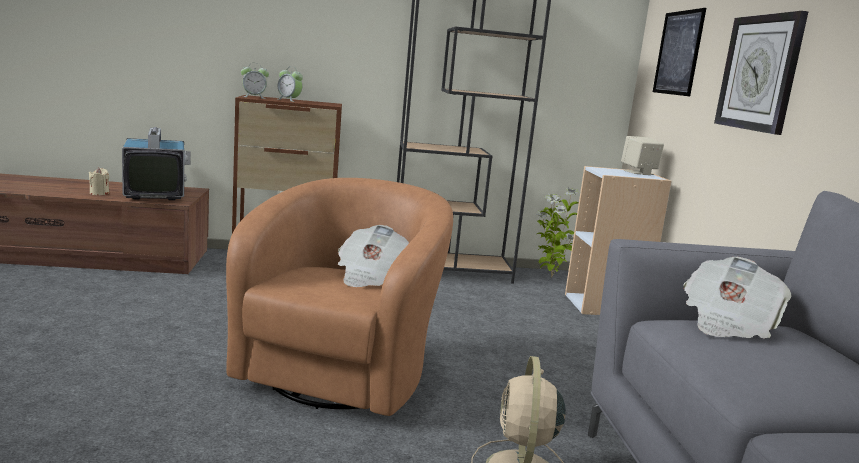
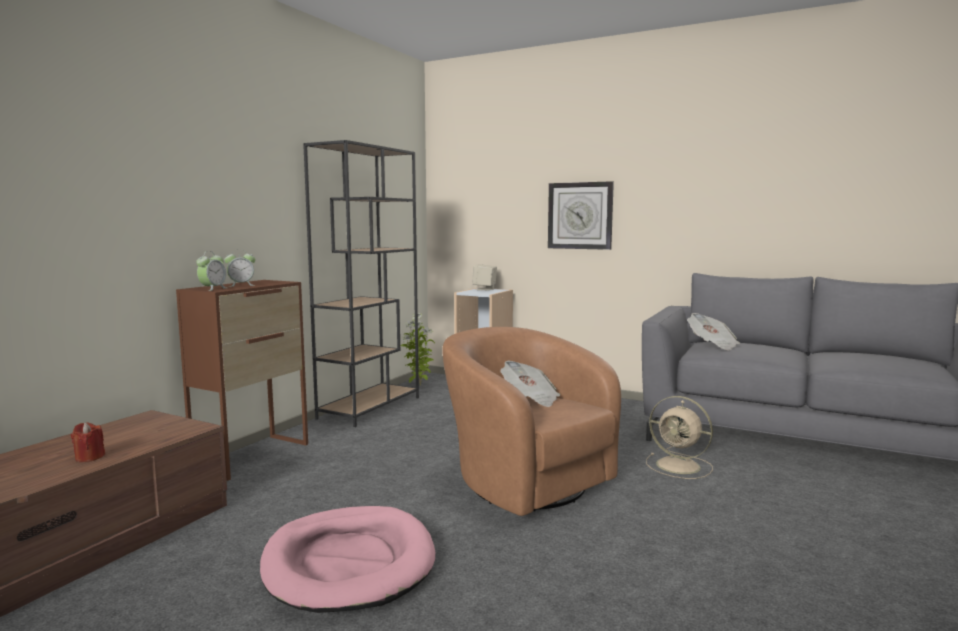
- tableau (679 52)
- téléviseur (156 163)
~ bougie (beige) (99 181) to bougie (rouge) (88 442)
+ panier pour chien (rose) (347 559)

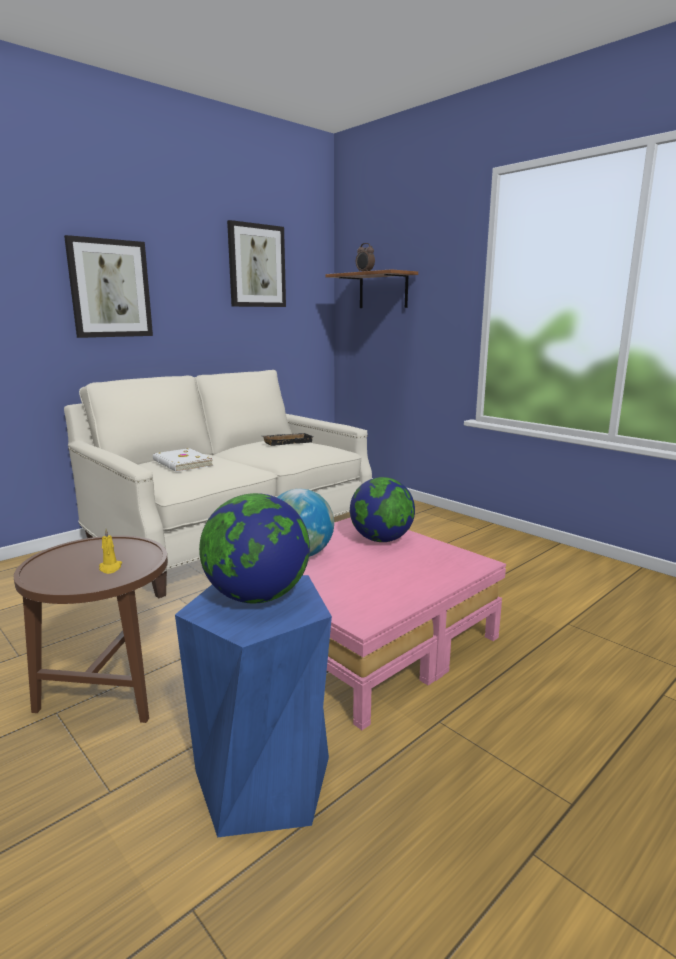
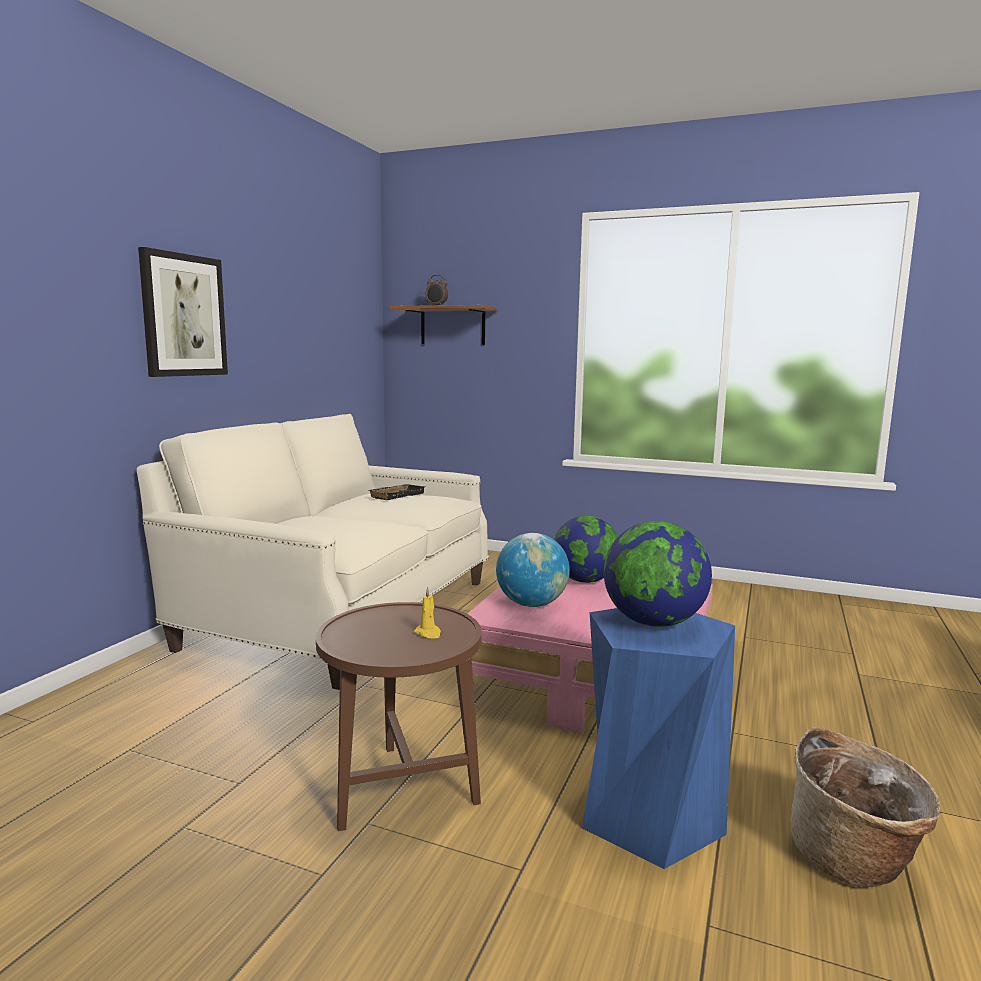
- tableau (256 263)
- livre (blanc) (183 460)
+ panier (865 807)

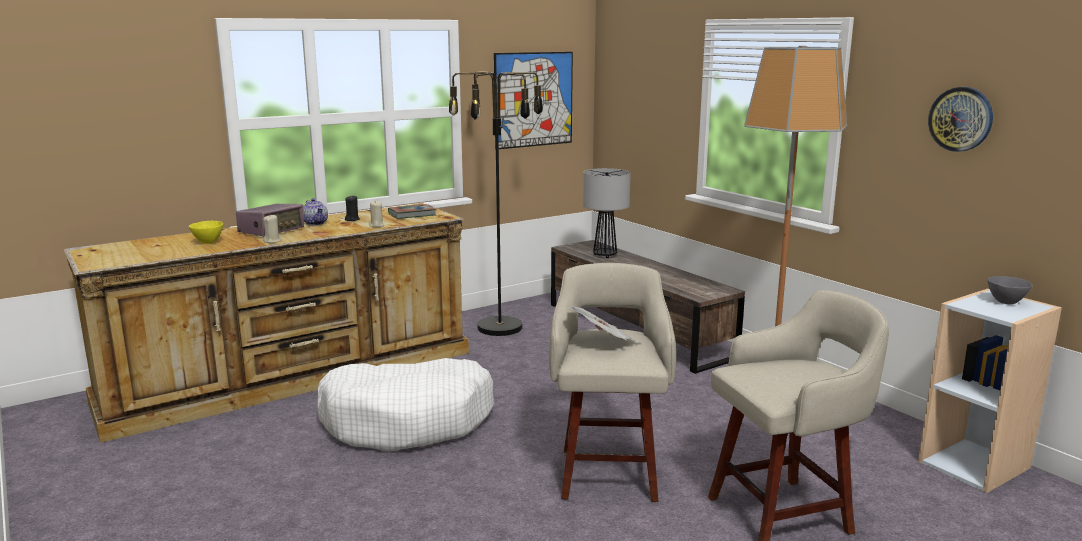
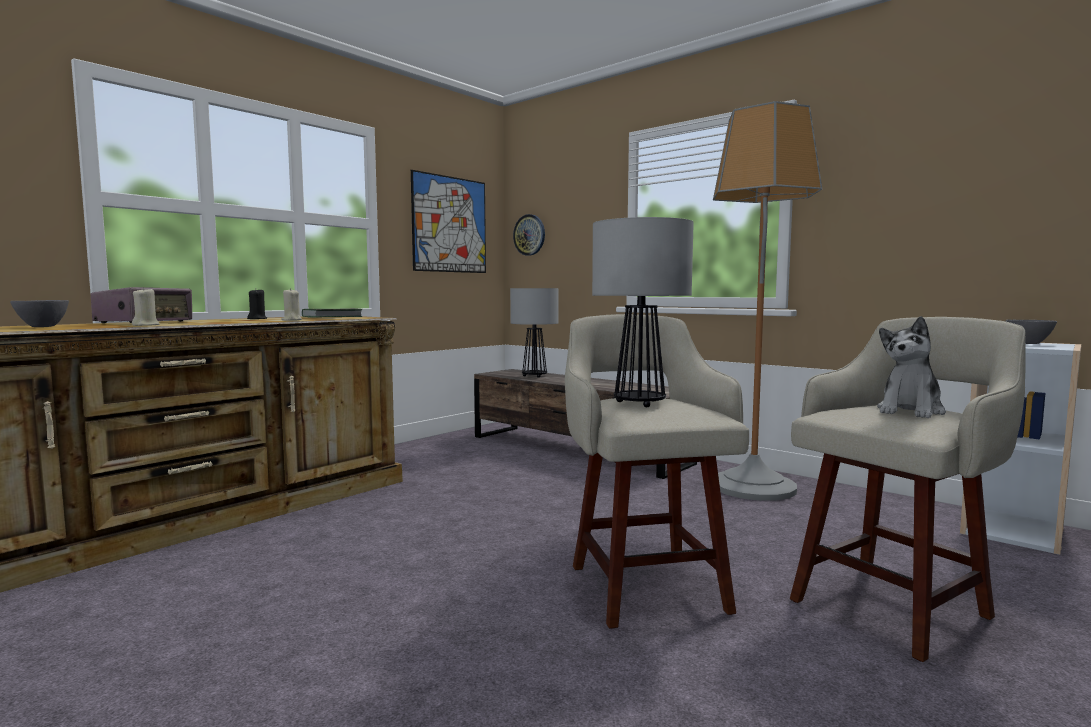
- lampadaire (496 203)
~ horloge murale (960 119) to (529 235)
- théière (315 211)
~ bol (jaune) (206 232) to bol (gris) (39 313)
~ journal (603 324) to lampe de table (643 312)
- panier pour chien (blanc) (405 405)
+ peluche (911 367)

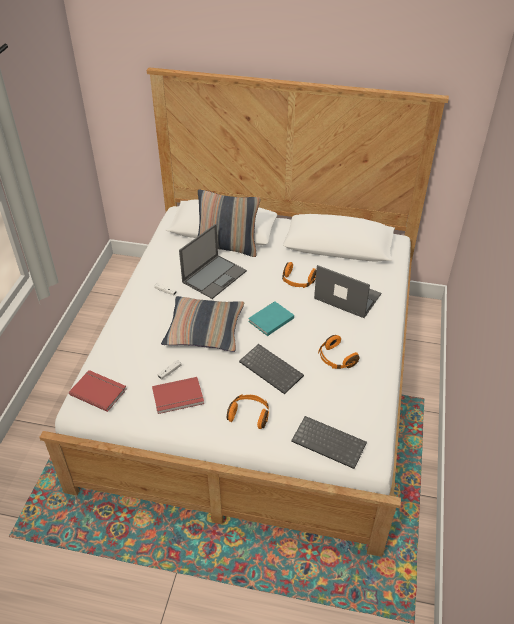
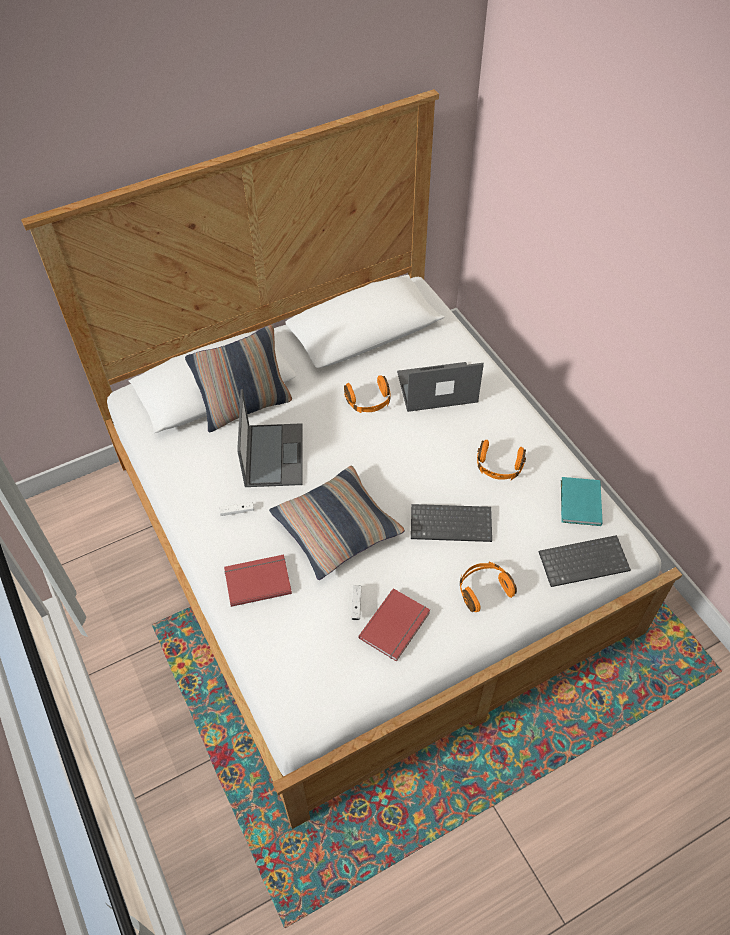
~ livre (turquoise) (271 318) to (582 501)
~ livre (rouge) (97 391) to (258 580)

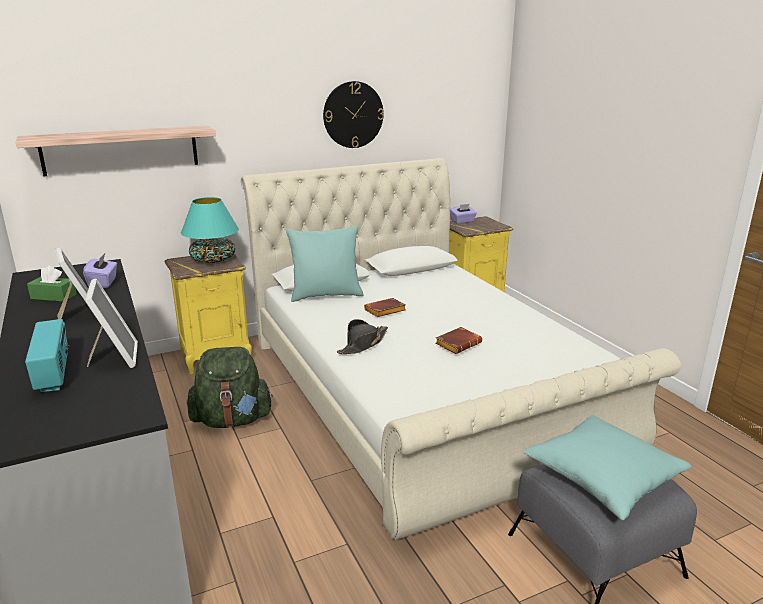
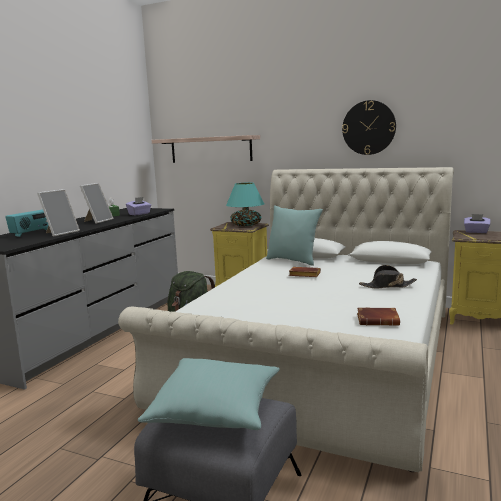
~ chapeau (noir) (362 336) to (388 277)
~ livre (marron) (458 340) to (378 317)

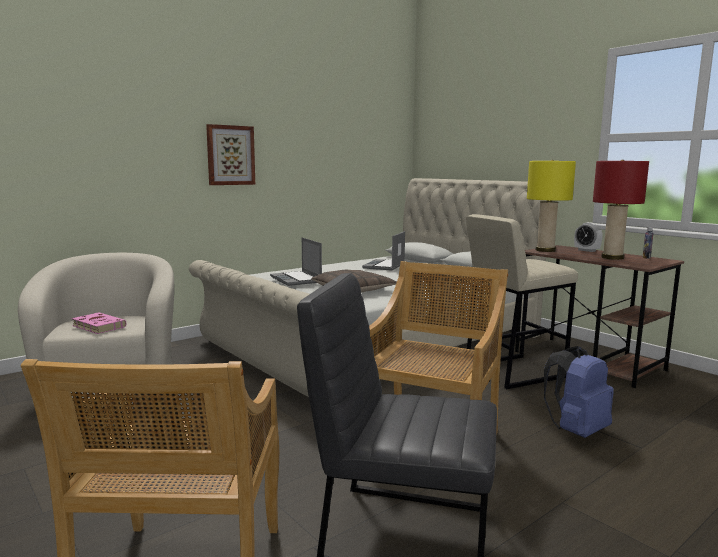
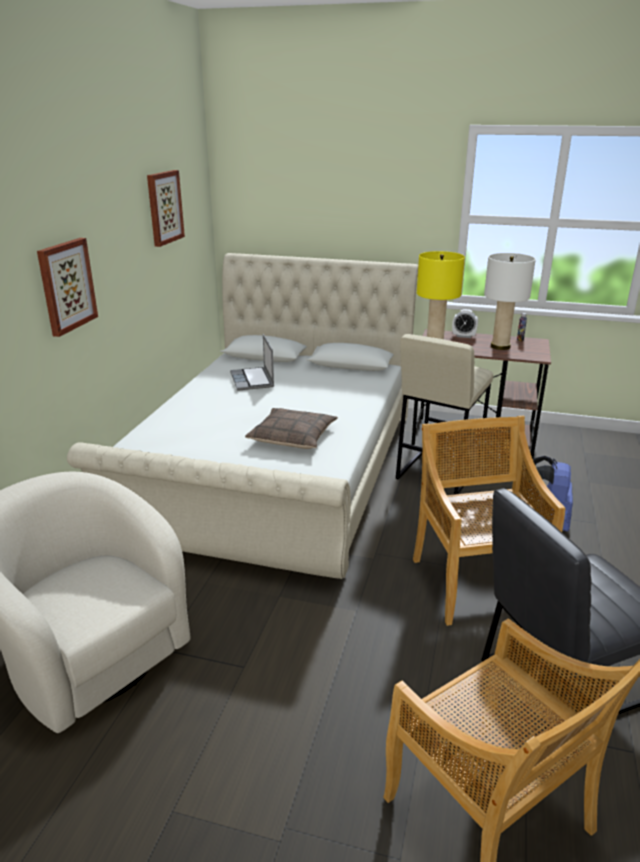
~ lampe de table (rouge) (621 210) to lampe de table (blanc) (510 301)
- ordinateur portable (296 262)
- livre (rose) (99 323)
+ tableau (166 208)

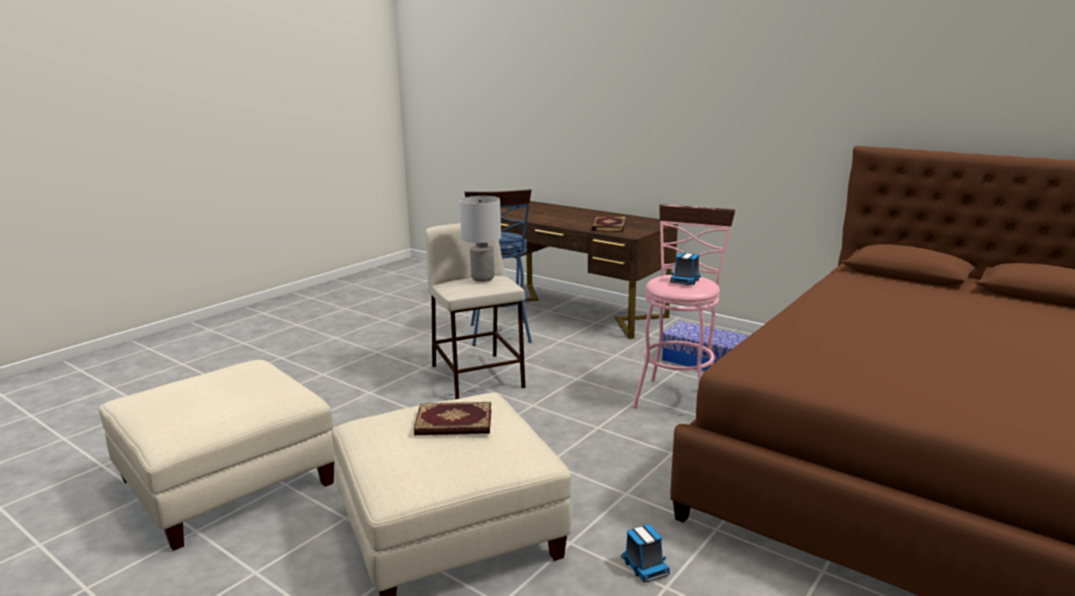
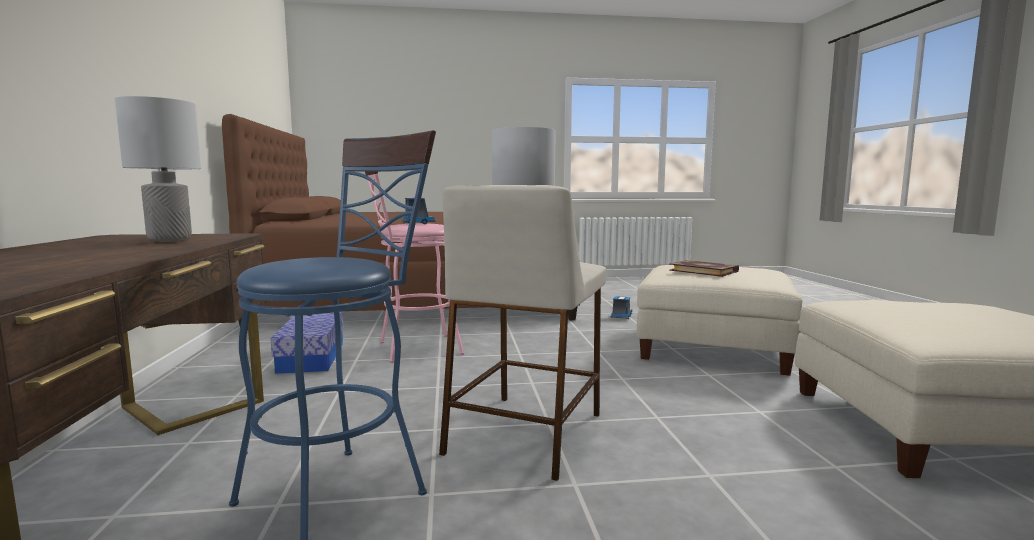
~ livre (608 224) to lampe de table (gris) (158 169)

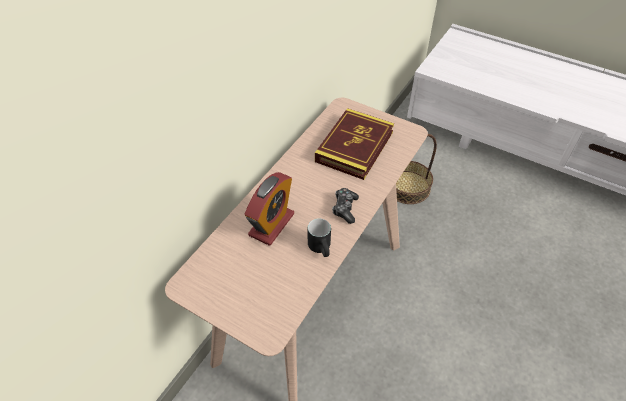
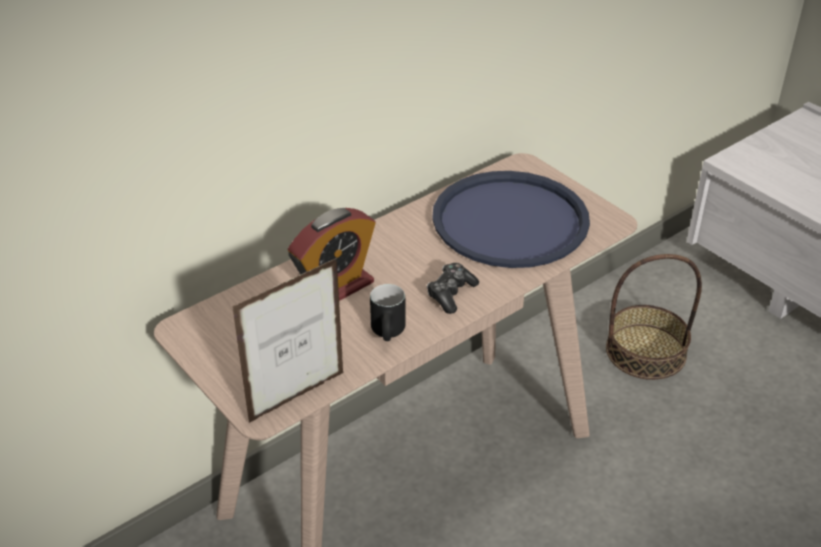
~ livre (354 144) to plateau (bleu) (511 219)
+ cadre photo (288 340)

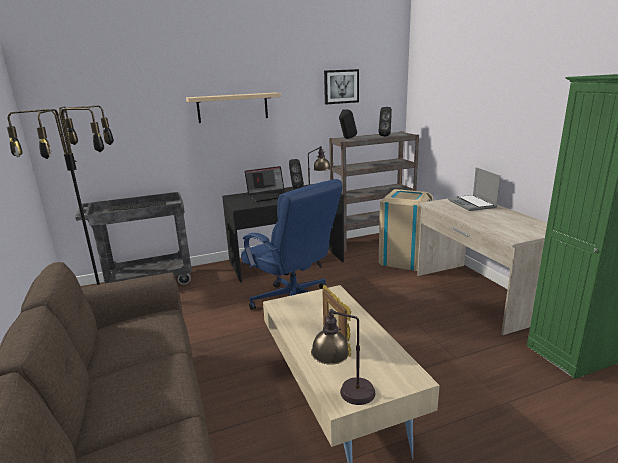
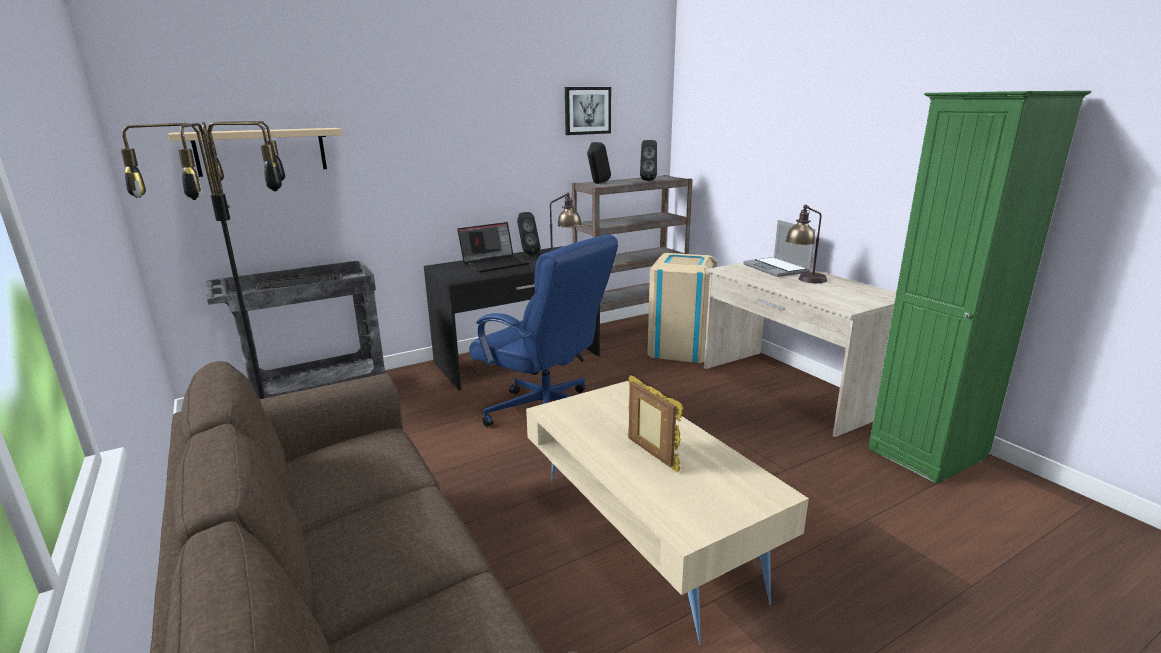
~ étagère (beige) (233 107) to (255 152)
~ lampe de table (343 357) to (806 244)

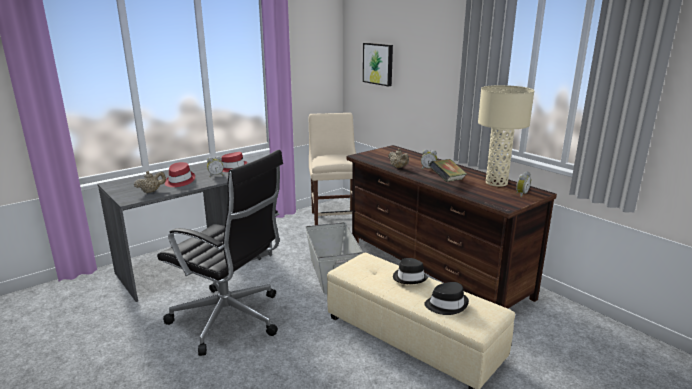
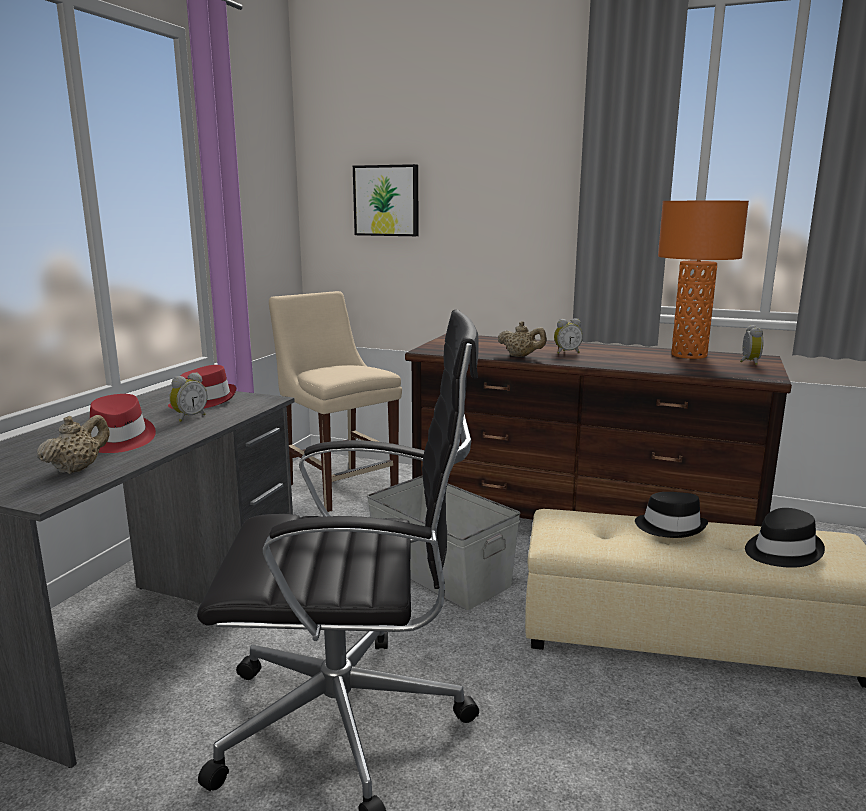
~ lampe de table (beige) (506 136) to lampe de table (orange) (703 280)
- livre (448 170)

